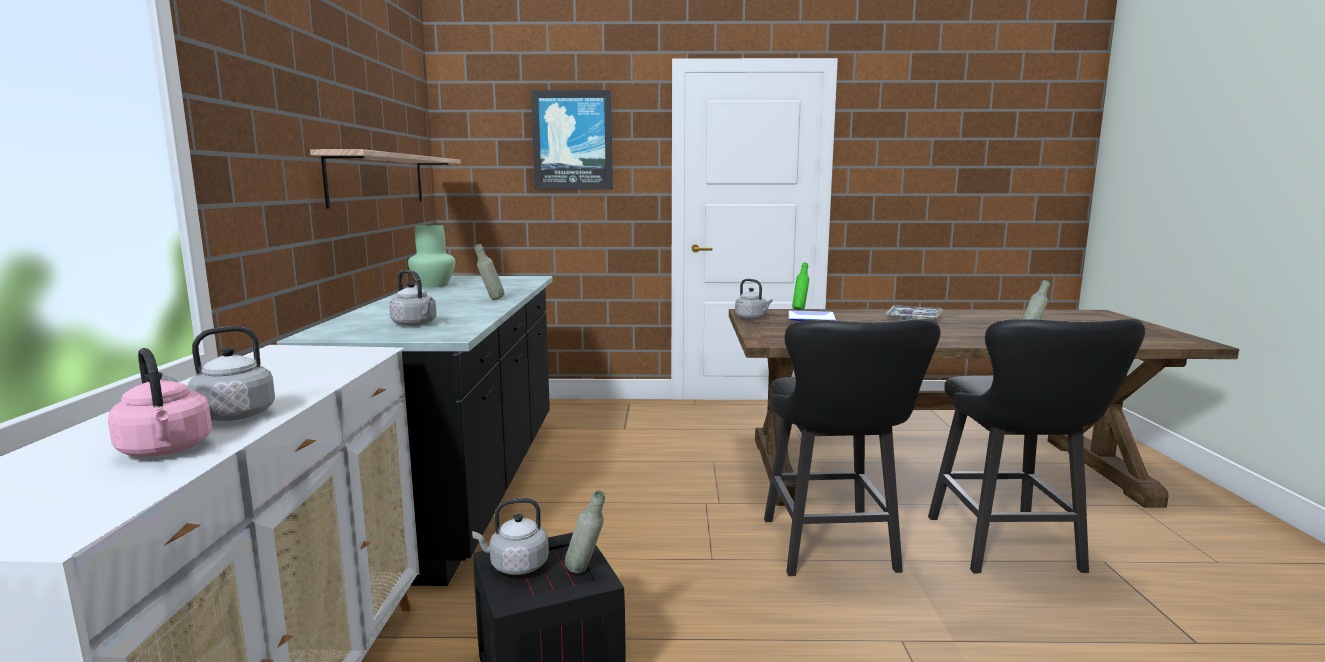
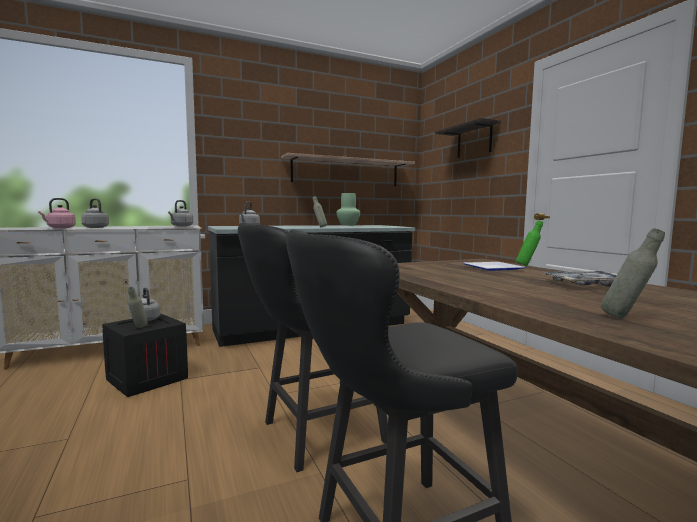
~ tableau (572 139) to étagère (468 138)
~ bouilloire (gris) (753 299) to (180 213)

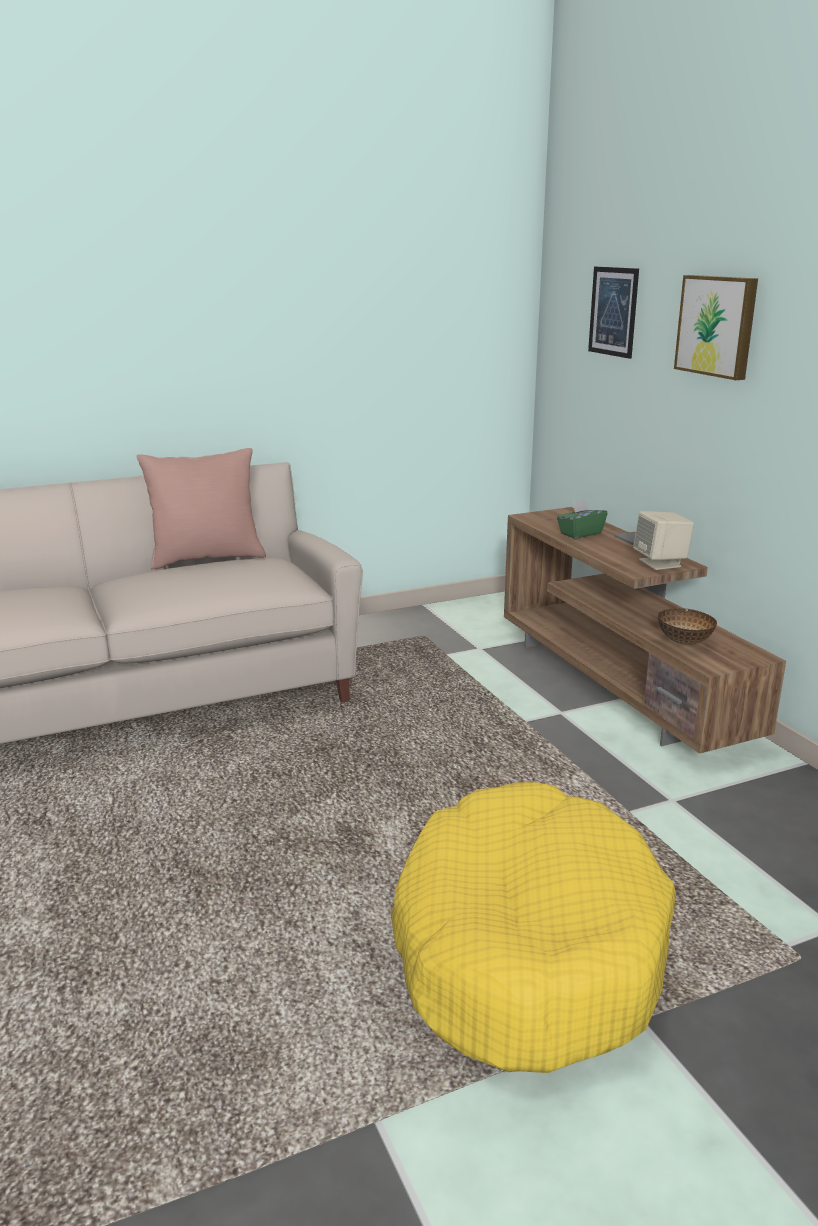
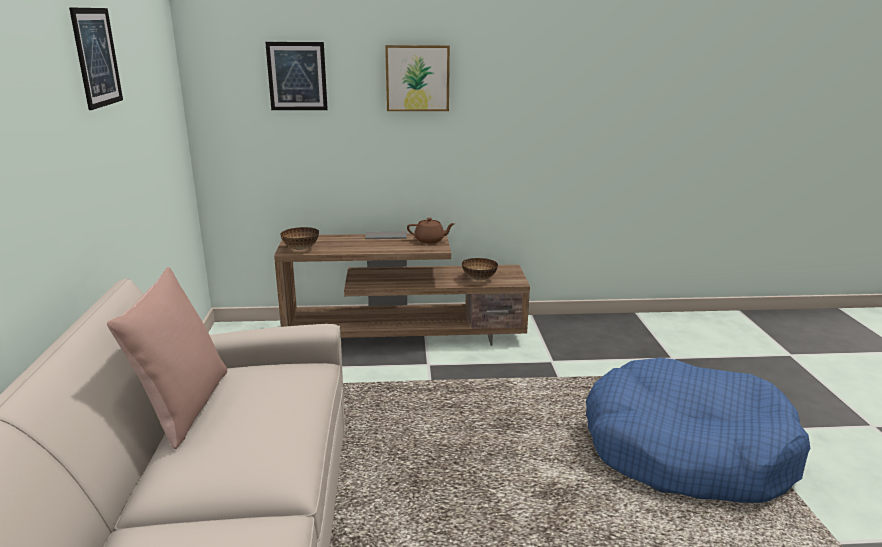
- boîte à mouchoirs (vert) (582 518)
~ enceinte (beige) (663 540) to théière (marron) (431 231)
~ panier pour chien (jaune) (533 927) to panier pour chien (bleu) (698 430)
+ tableau (96 58)
+ bol (299 238)

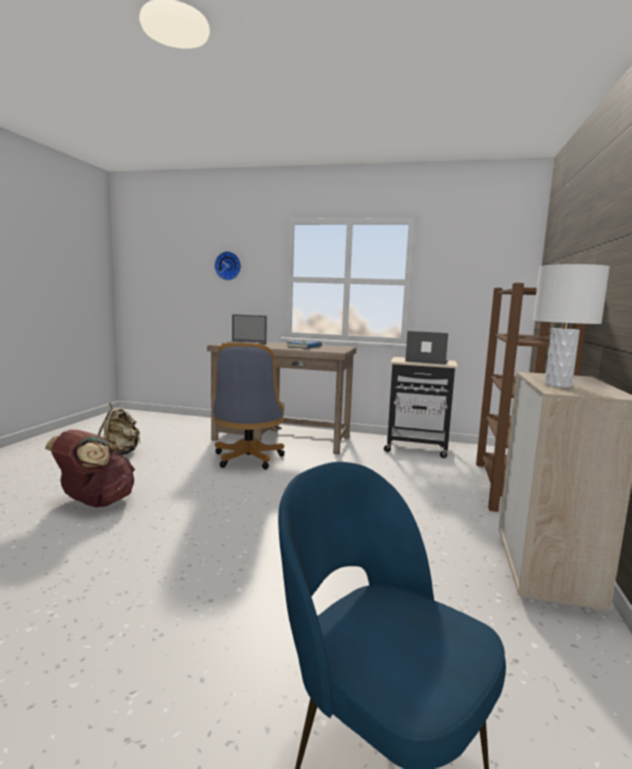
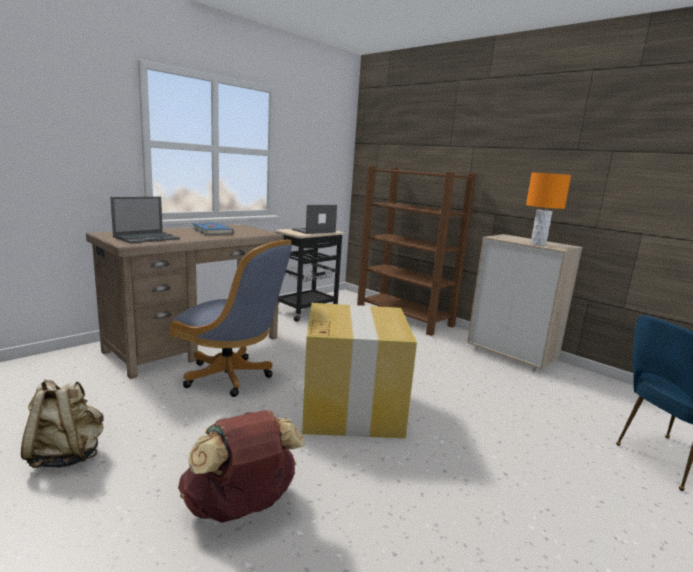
- horloge murale (227 266)
~ lampe de table (blanc) (571 326) to lampe de table (orange) (548 208)
+ carton (359 371)

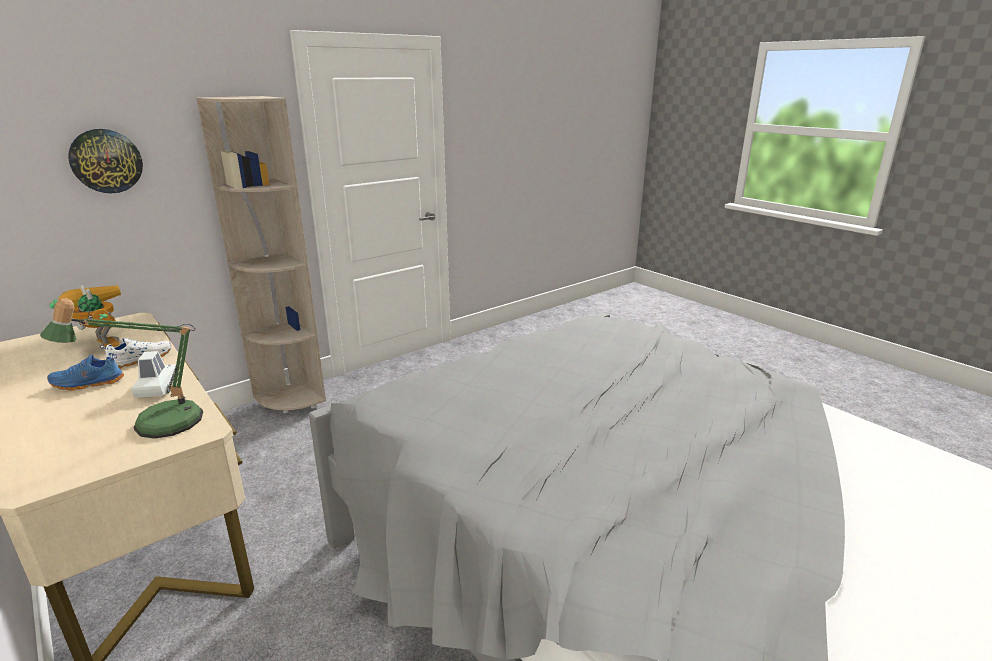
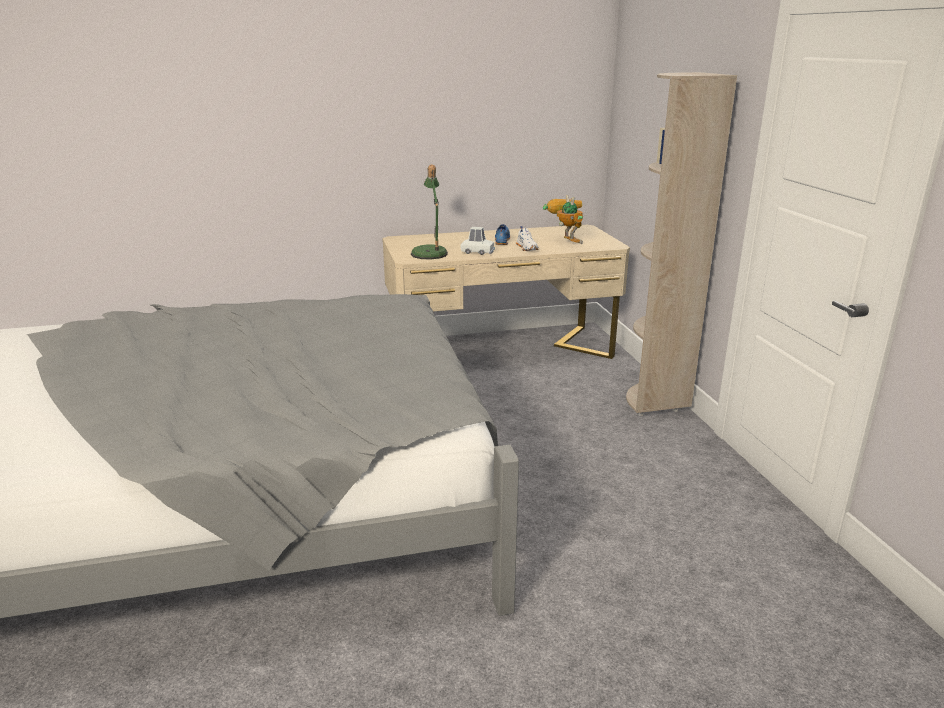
- horloge murale (105 161)
~ robot jouet (86 316) = (563 219) 90 degrees counterclockwise

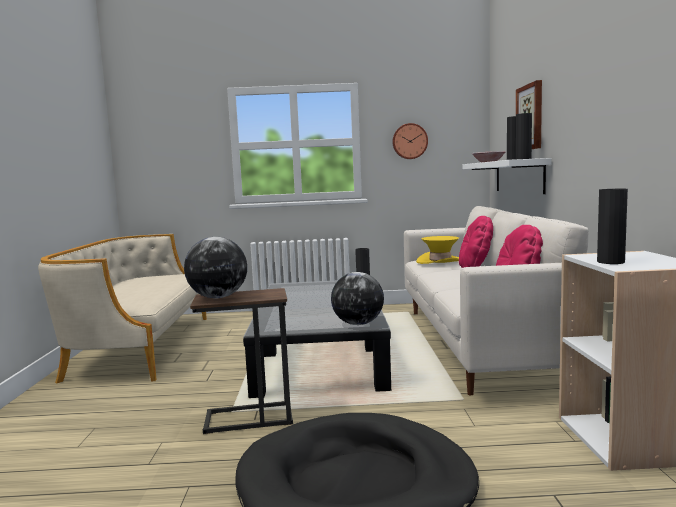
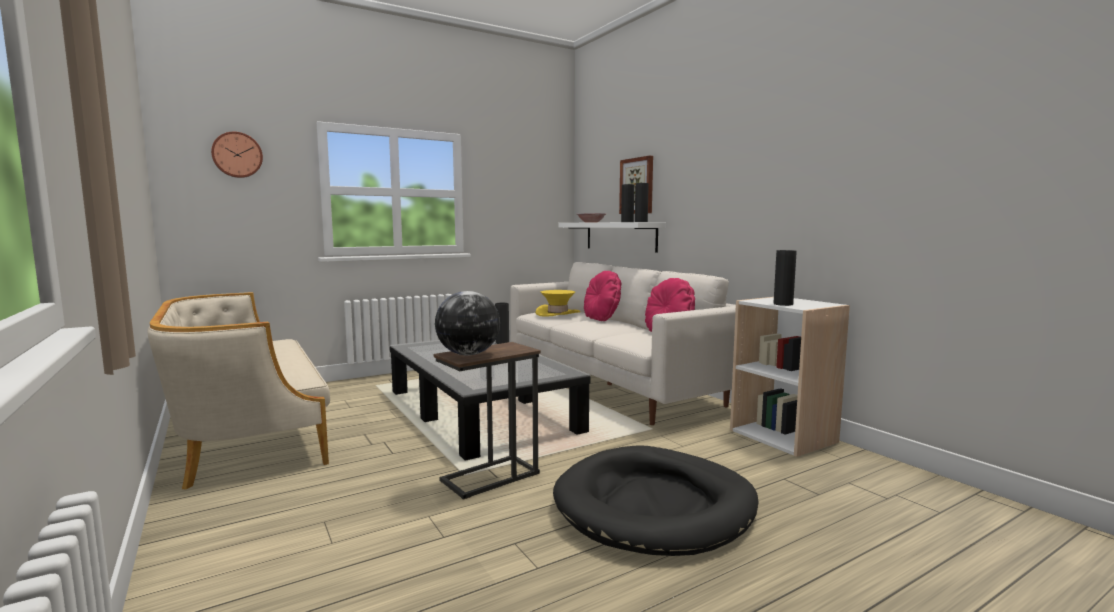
~ horloge murale (410 141) to (237 155)
- globe (357 298)

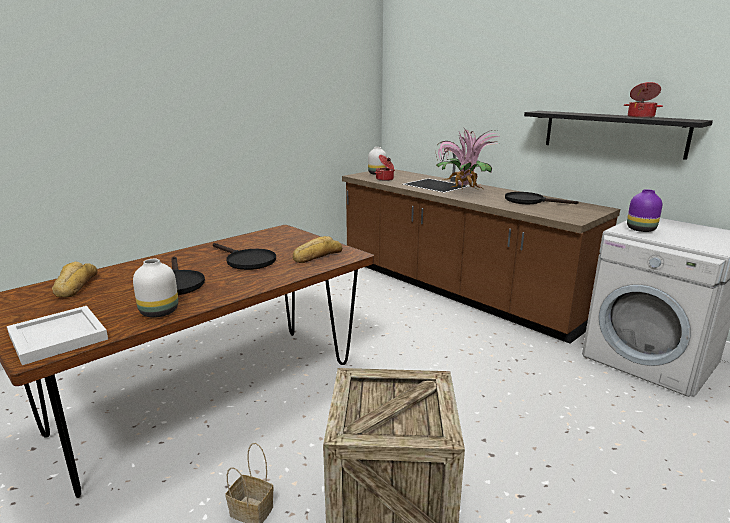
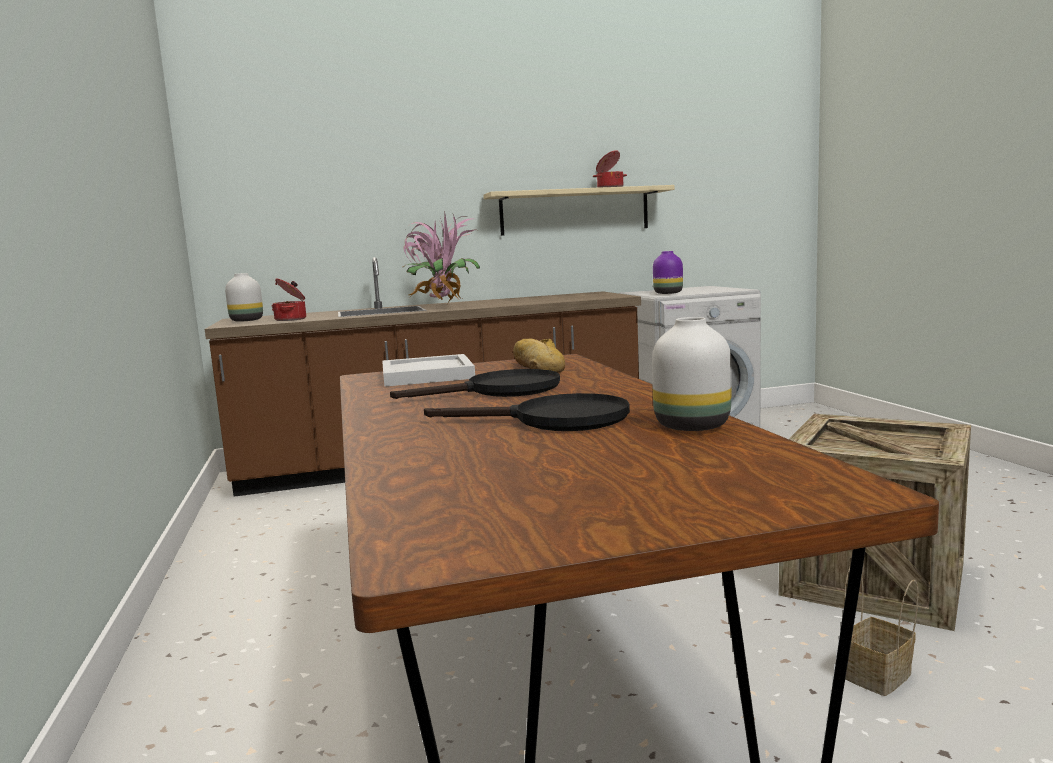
~ étagère (noir) (618 135) to étagère (beige) (579 210)
- poêle (noir) (541 198)
- pain (75 280)
~ plateau (blanc) (57 335) to (428 370)

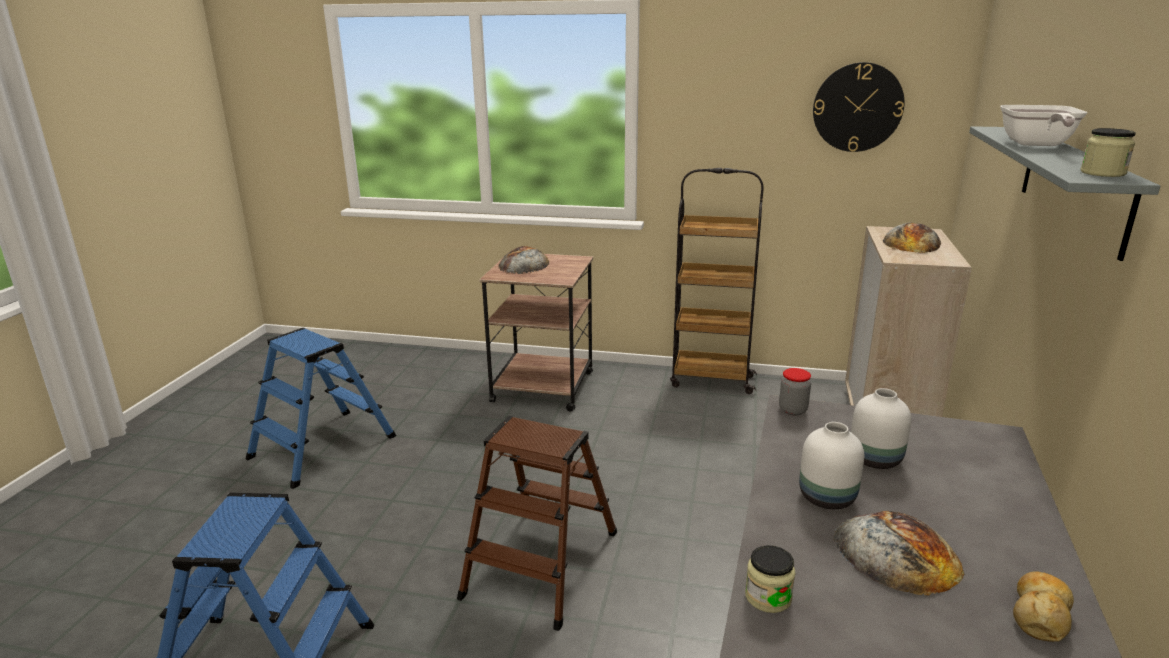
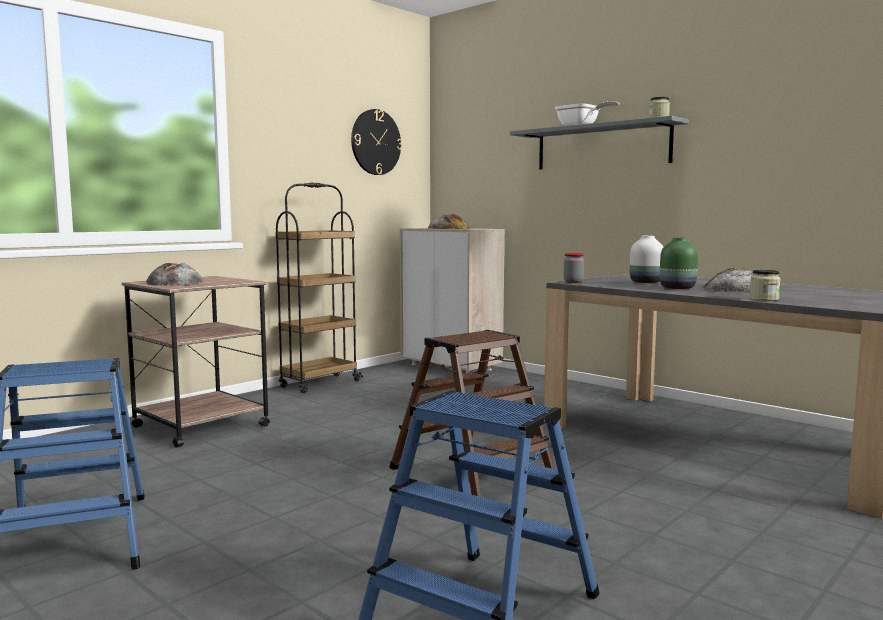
~ vase (blanc) (831 465) to vase (vert) (679 263)
- pain (1043 606)

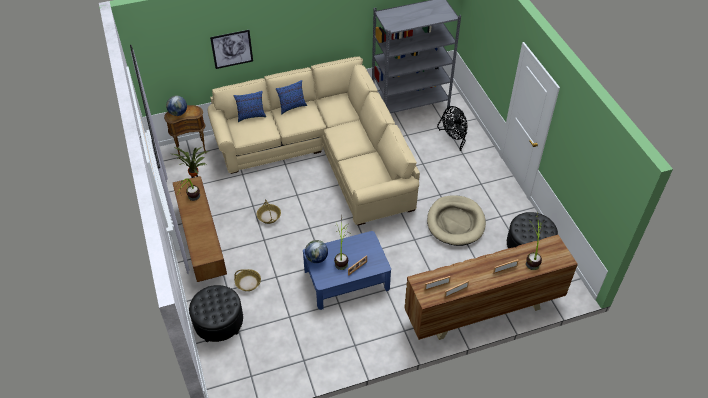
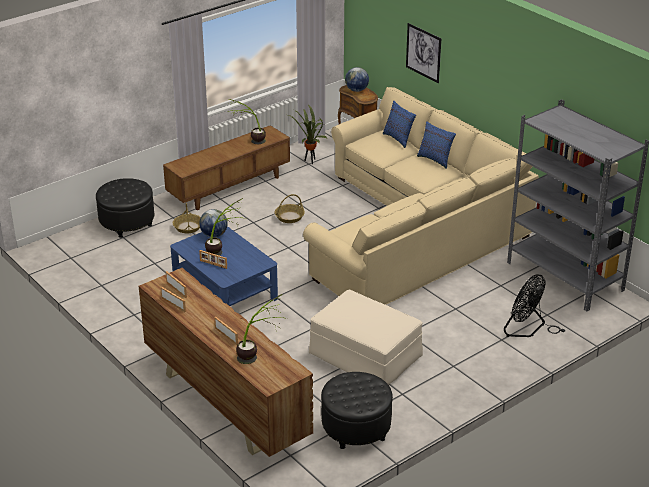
~ panier pour chien (beige) (456 220) to pouf (beige) (366 337)

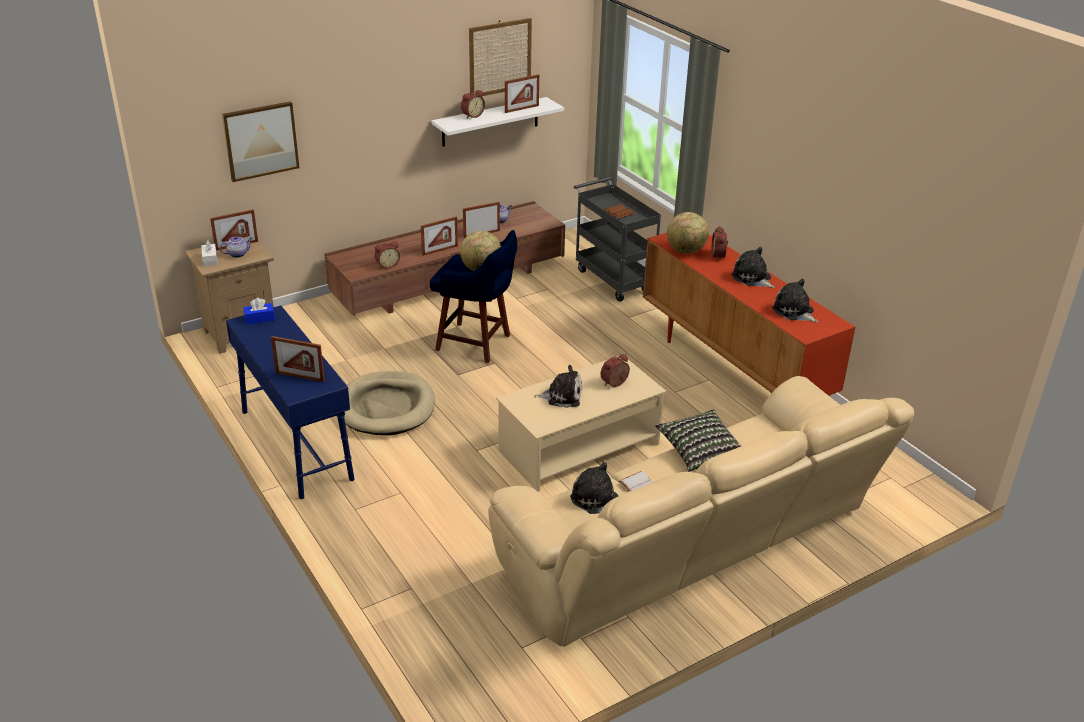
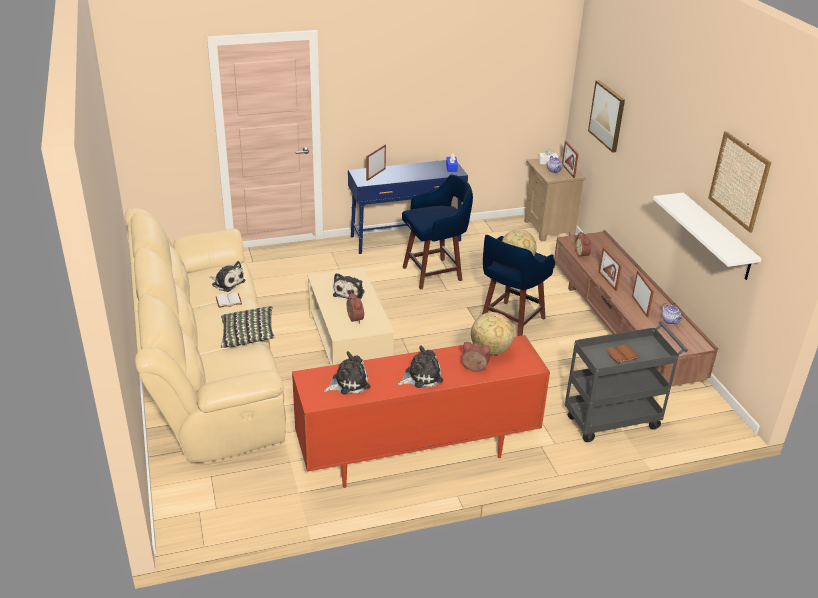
- cadre photo (522 93)
- réveil (473 104)
~ panier pour chien (beige) (389 403) to tabouret (bleu) (437 232)
~ peluche (594 488) = (227 276) 60 degrees clockwise

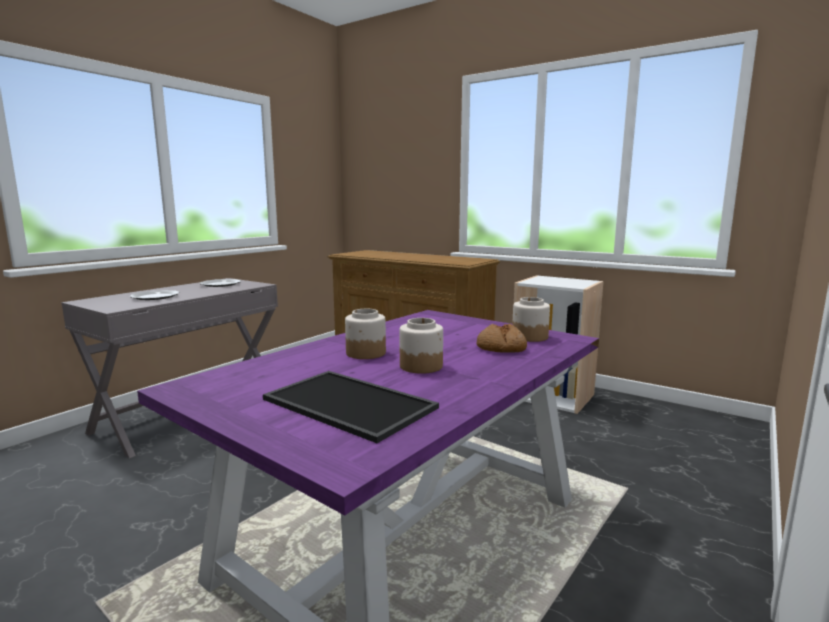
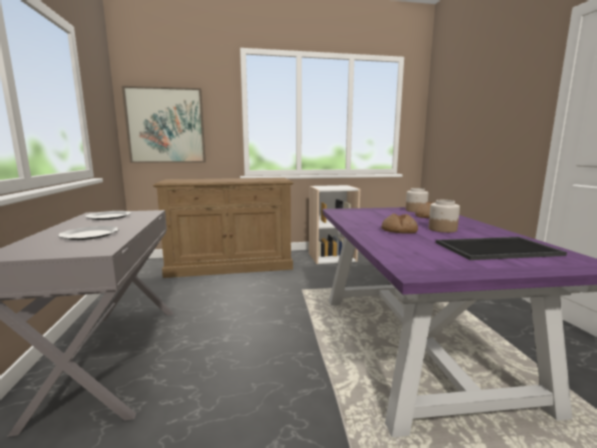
~ bocal (365 334) to pain (400 224)
+ tableau (164 124)

